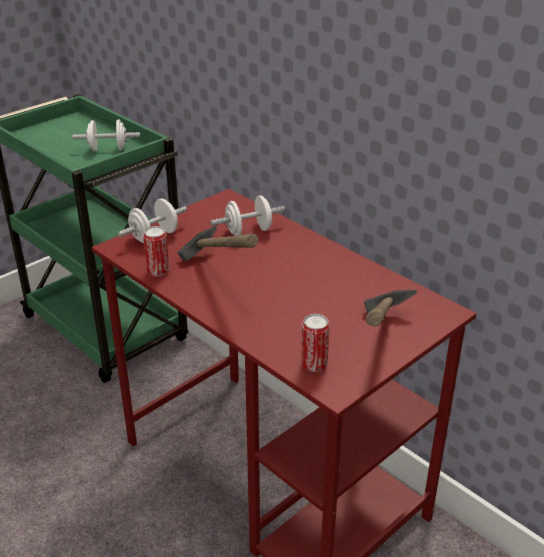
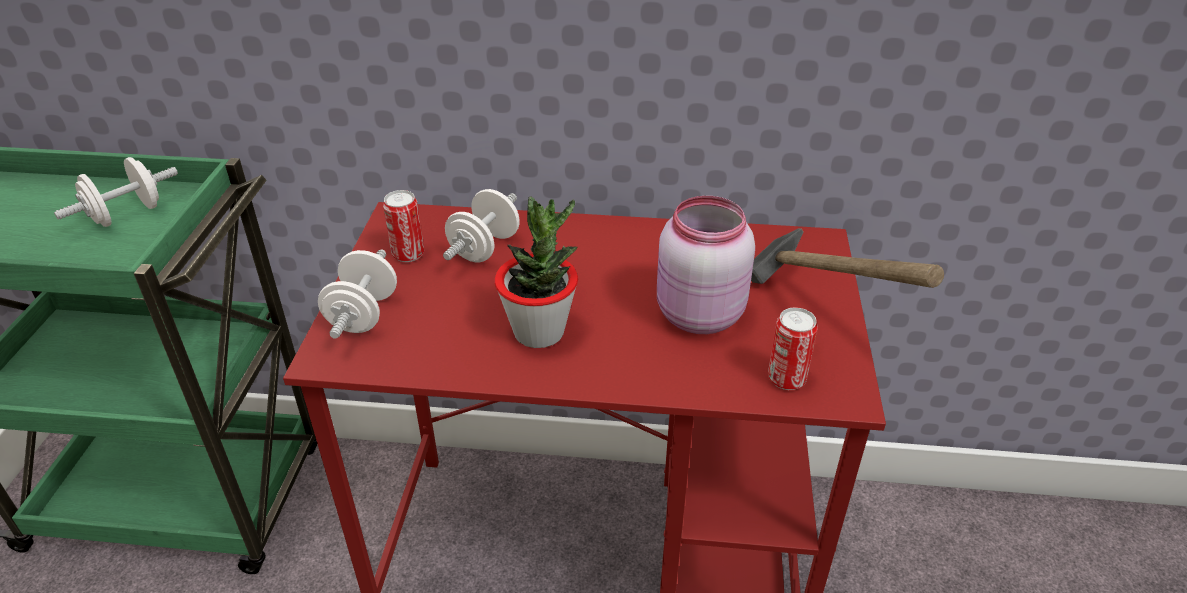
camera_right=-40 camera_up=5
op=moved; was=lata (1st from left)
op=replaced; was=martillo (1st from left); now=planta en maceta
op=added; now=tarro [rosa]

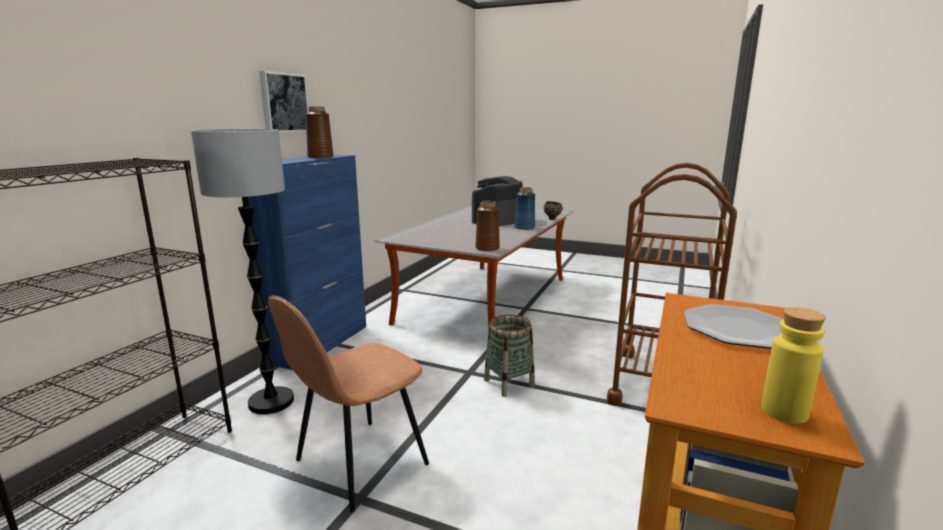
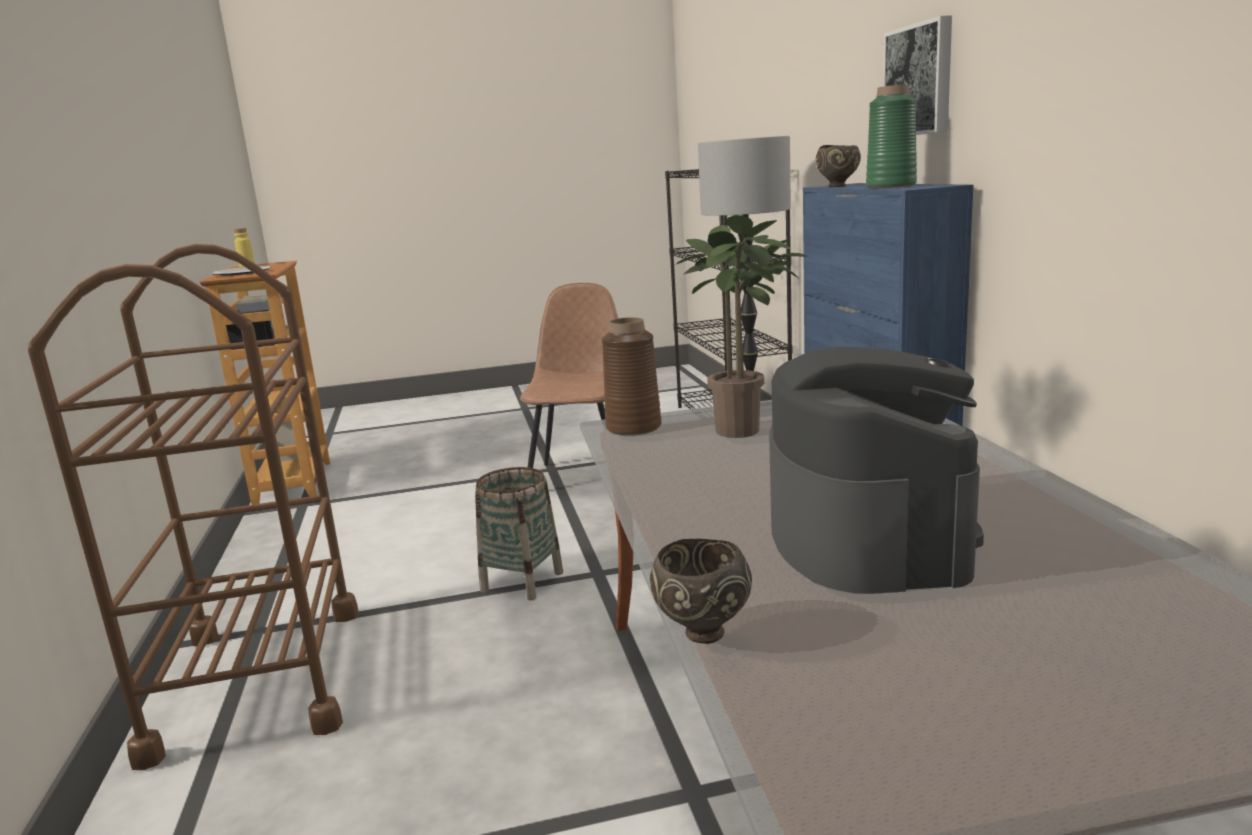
camera_right=145 camera_up=0
op=recoloured; was=florero [marrón] (1st from left); now=florero [verde]
op=removed; was=florero [azul]
op=added; now=planta en maceta
op=added; now=cuenco [marrón] (2nd from left)

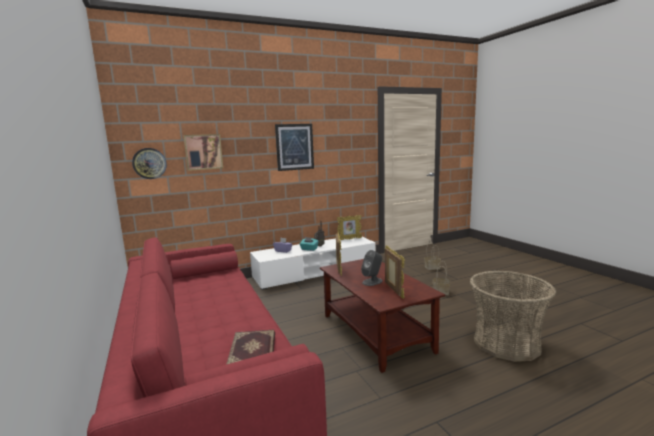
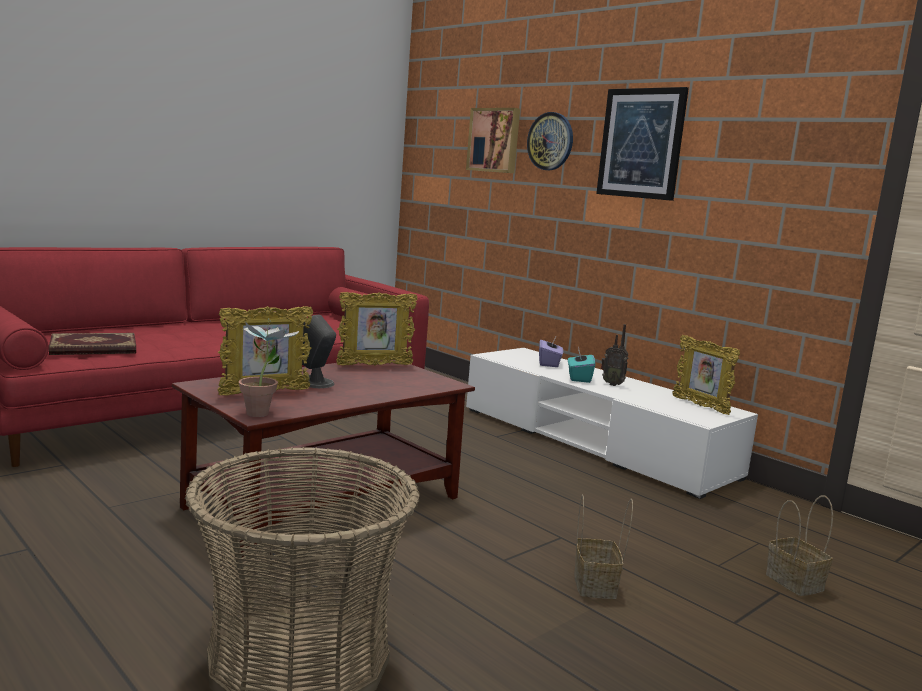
camera_right=70 camera_up=0
op=moved; was=reloj de pared
op=added; now=planta en maceta

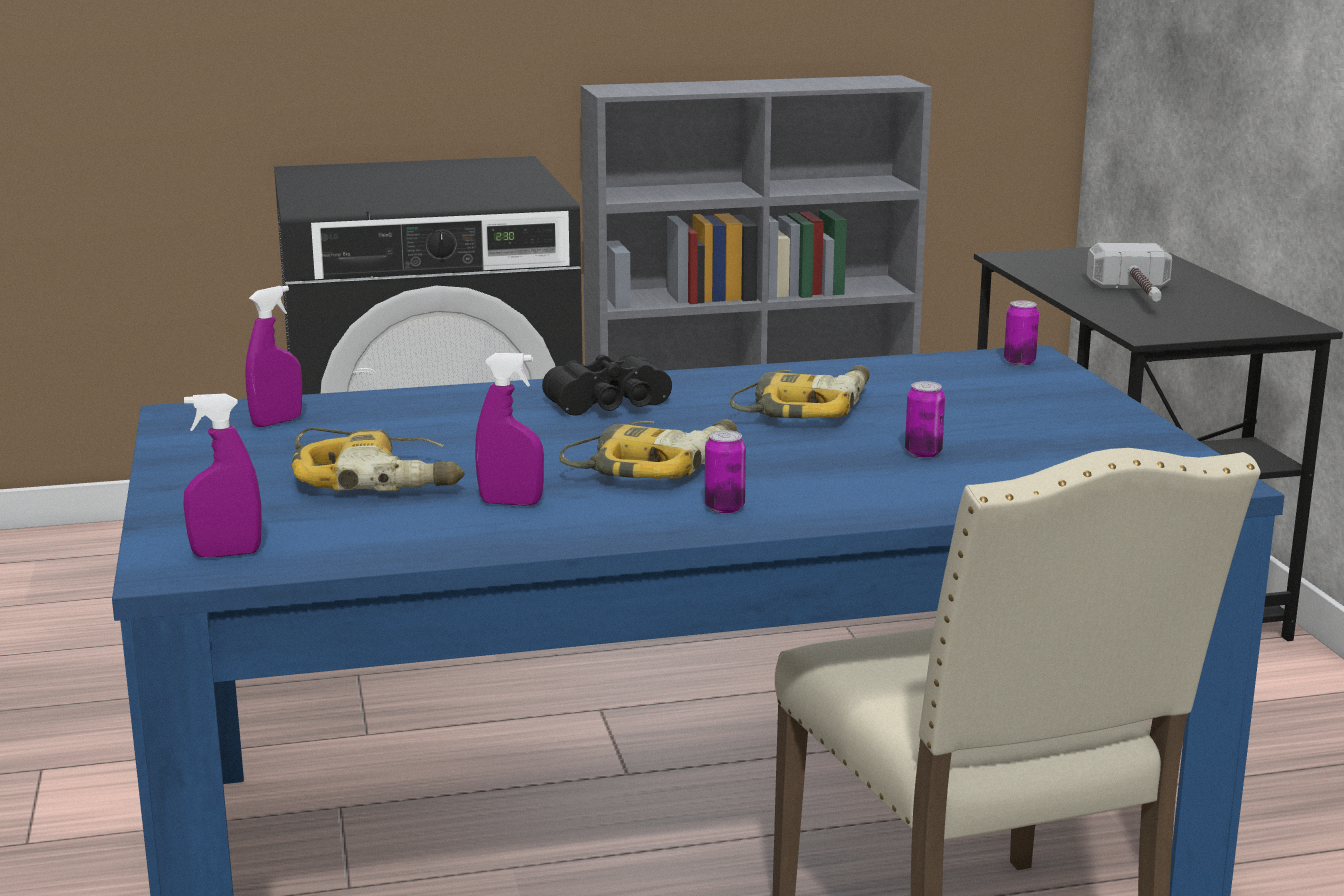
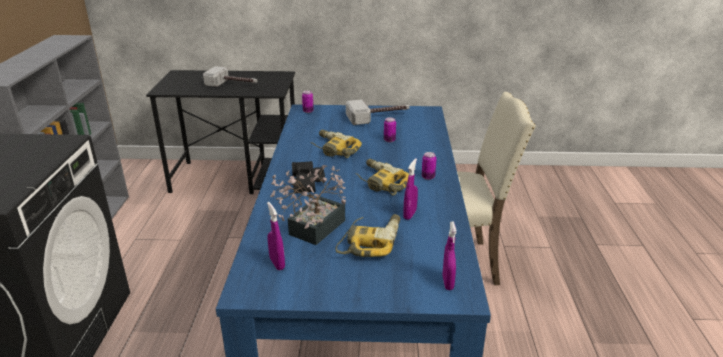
camera_right=-75 camera_up=10
op=added; now=planta en maceta
op=added; now=martillo (2nd from left)

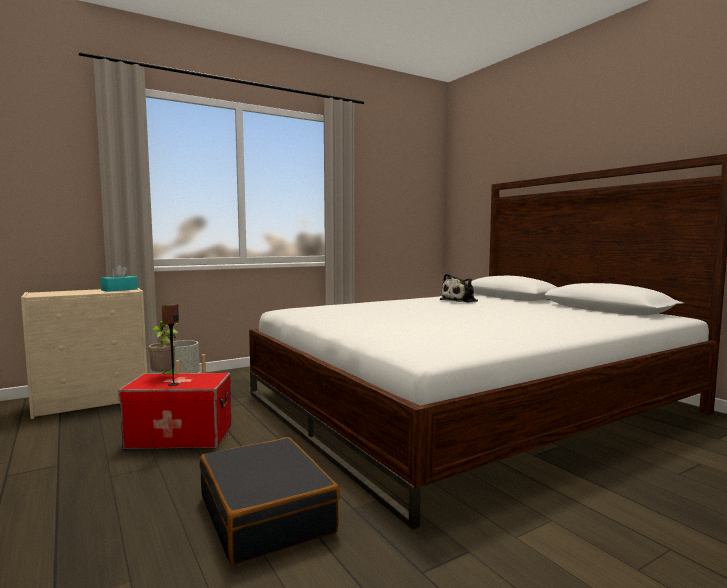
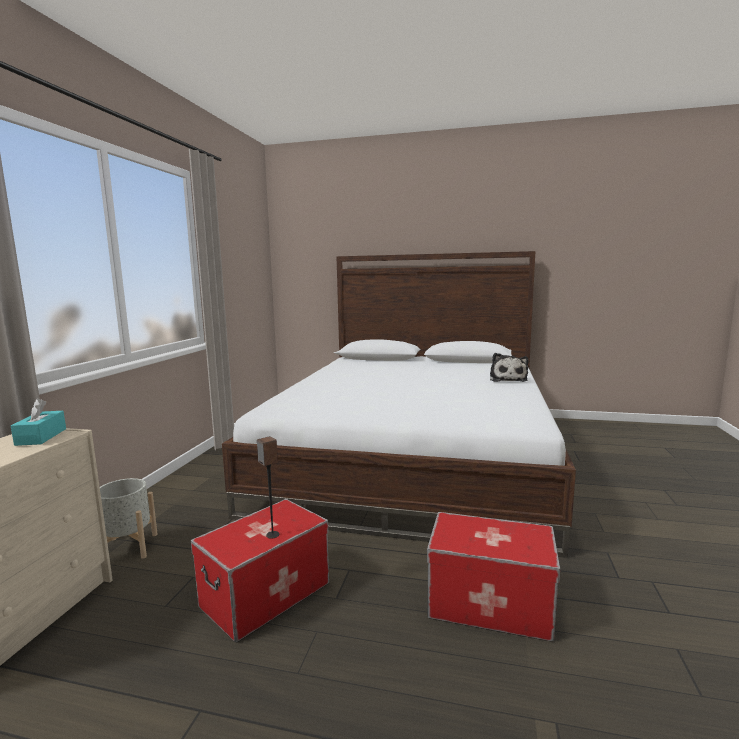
camera_right=-45 camera_up=5
op=removed; was=planta en maceta
op=replaced; was=maleta [negro]; now=caja de almacenaje (2nd from left)
op=moved; was=peluche

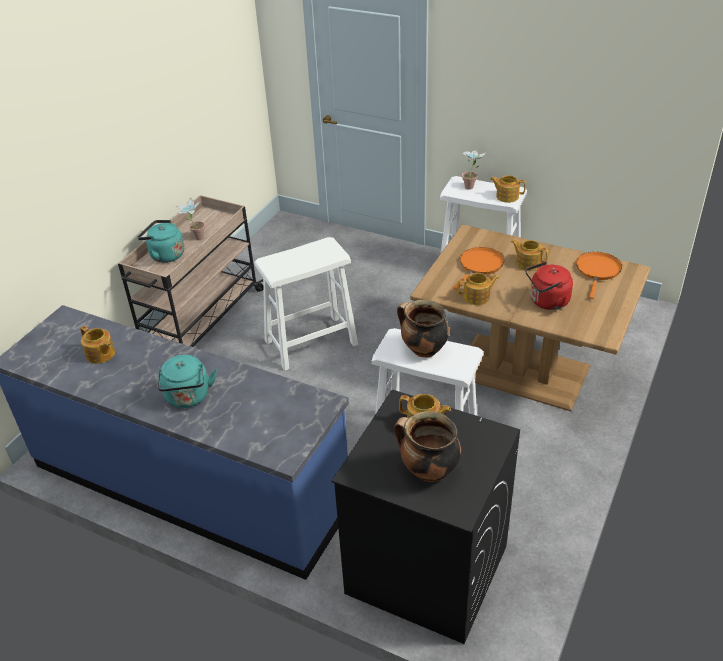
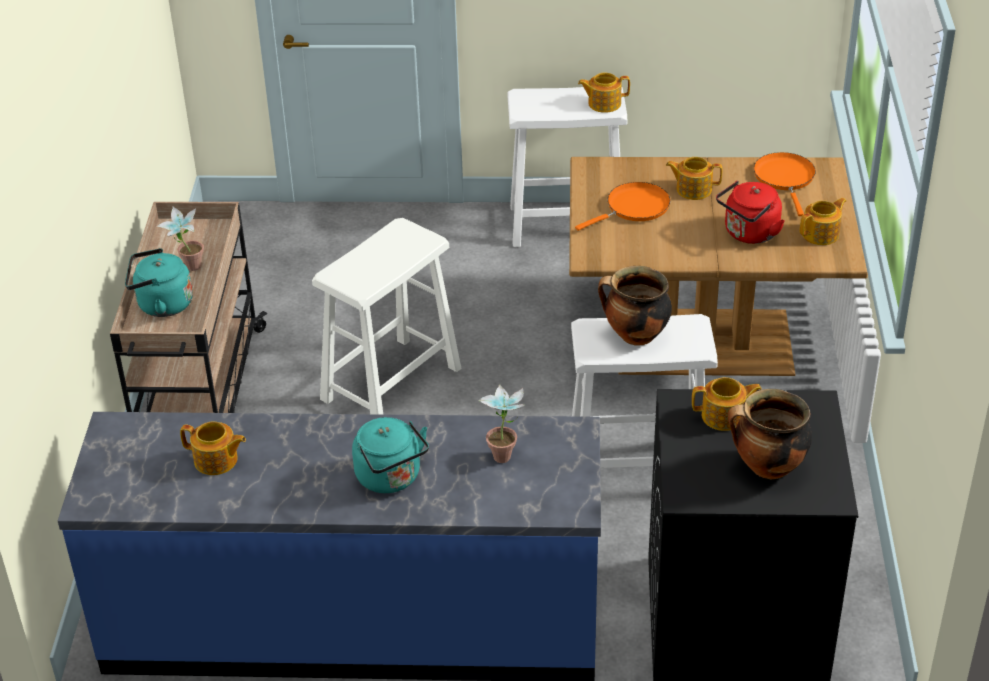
camera_right=-25 camera_up=0
op=turned; was=sartén [naranja] (1st from left); clockwise=45
op=moved; was=tetera (3rd from left in the first image); now=tetera (5th from left)
op=moved; was=planta en maceta (2nd from left)

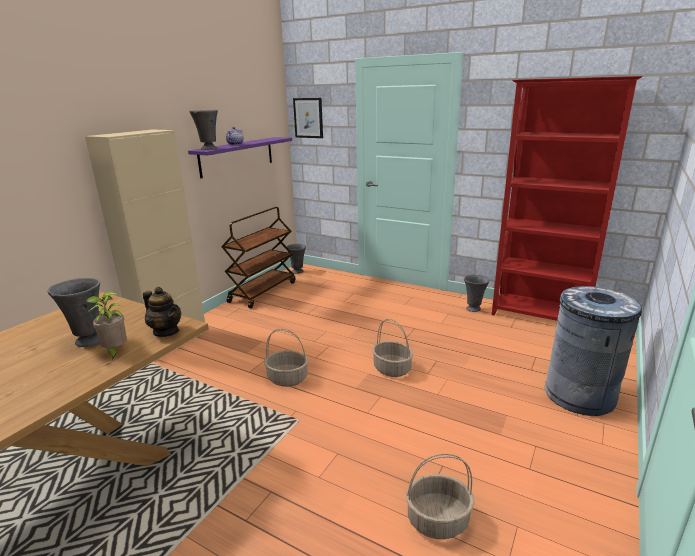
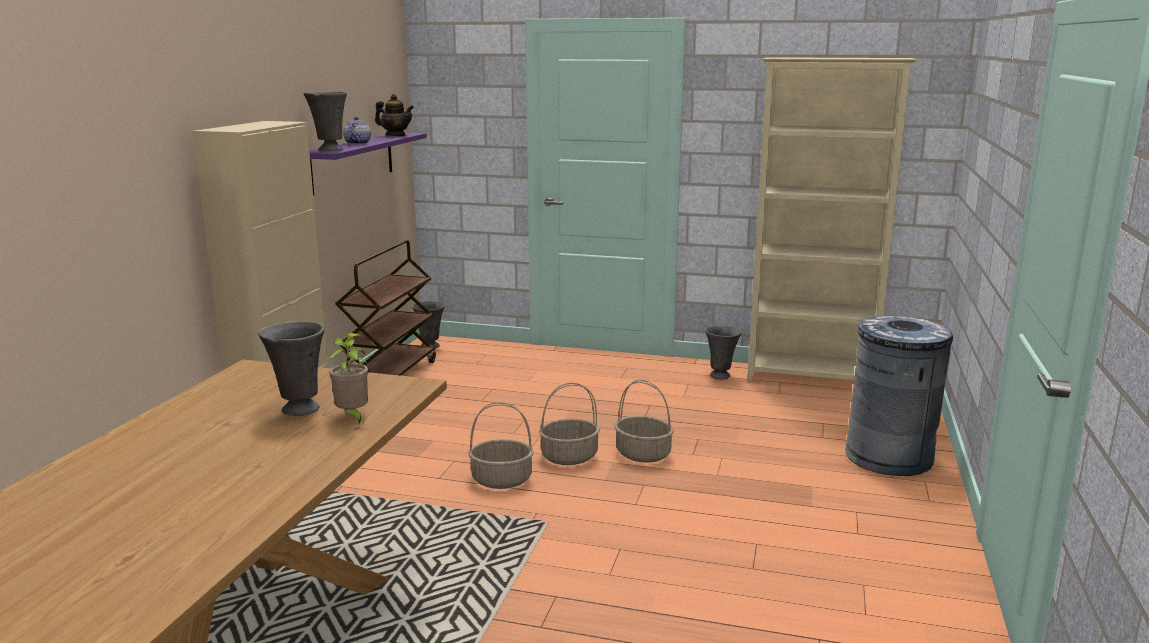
camera_right=-15 camera_up=-5
op=moved; was=tetera (1st from left in the first image); now=tetera (2nd from left)
op=removed; was=cuadro
op=moved; was=cesta (3rd from left in the first image); now=cesta (2nd from left)
op=recoloured; was=estantería [rojo]; now=estantería [beis]

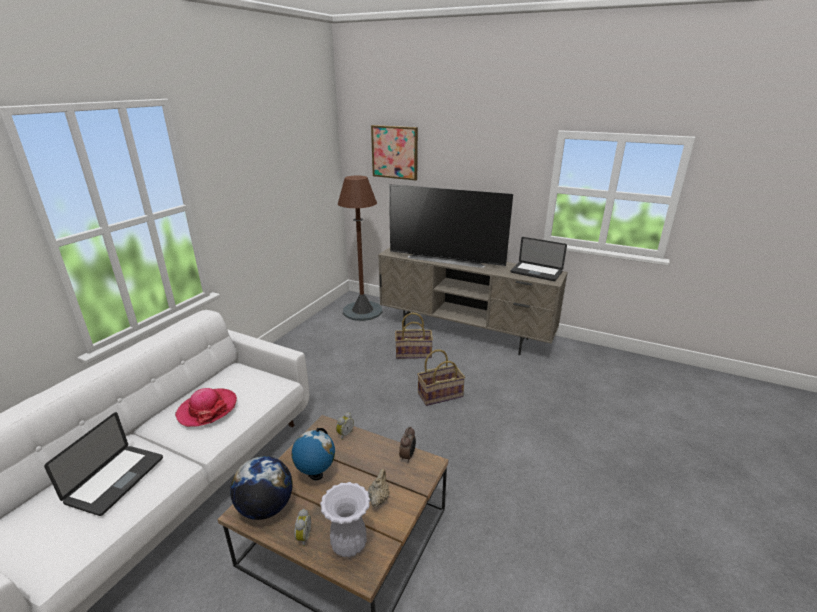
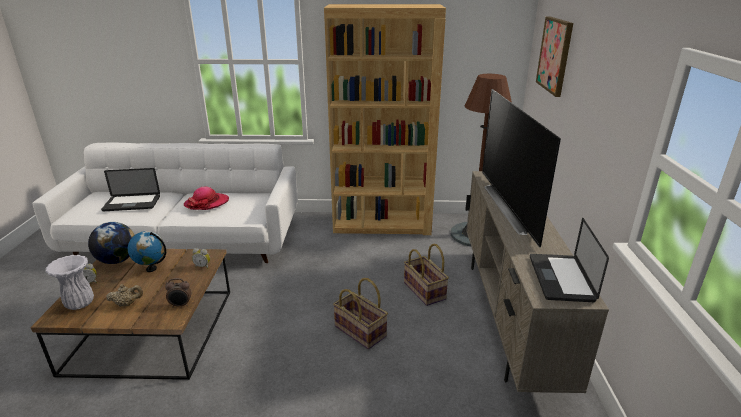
camera_right=65 camera_up=0
op=added; now=estantería [marrón]

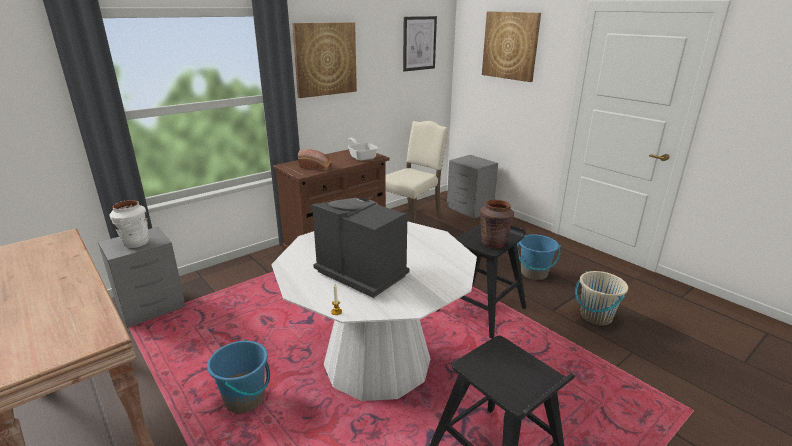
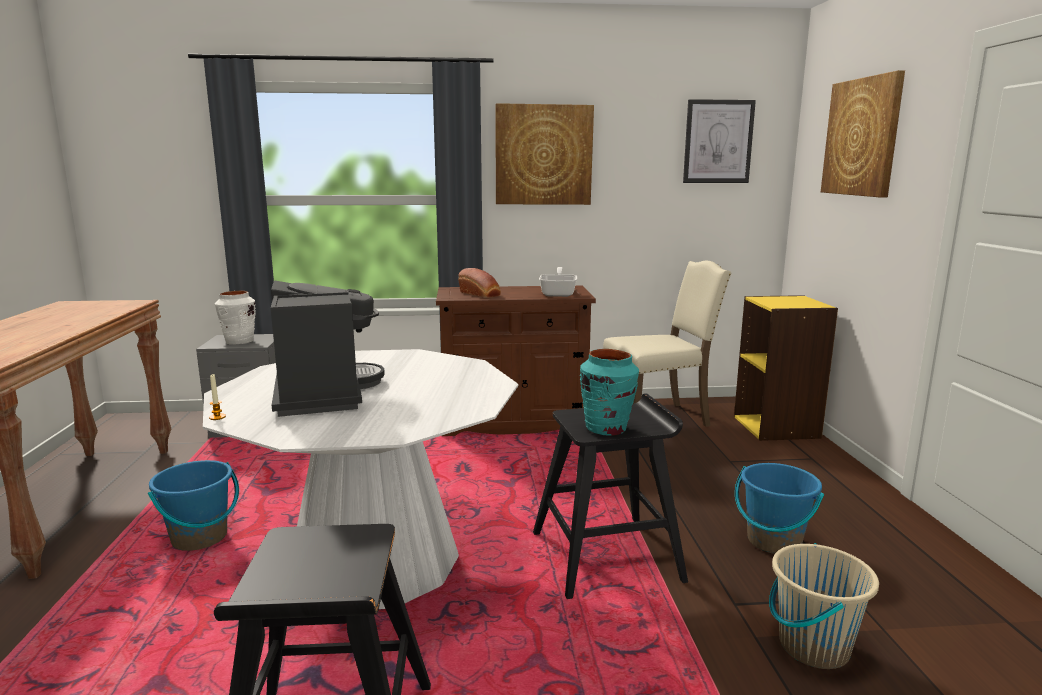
camera_right=35 camera_up=-10
op=replaced; was=mesita de noche [gris] (2nd from left); now=estantería [amarillo]
op=recoloured; was=florero [marrón]; now=florero [turquesa]

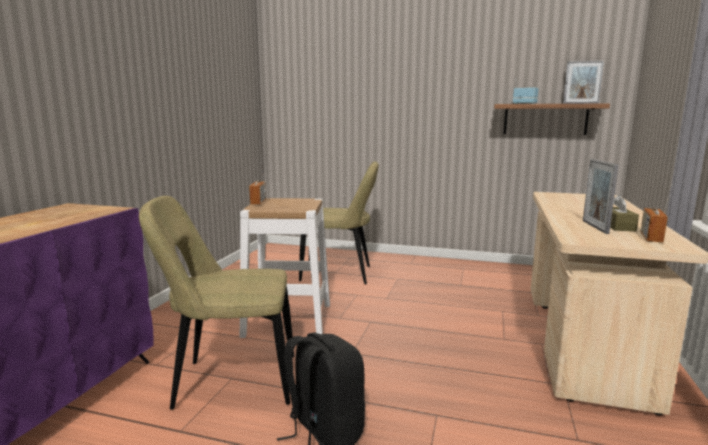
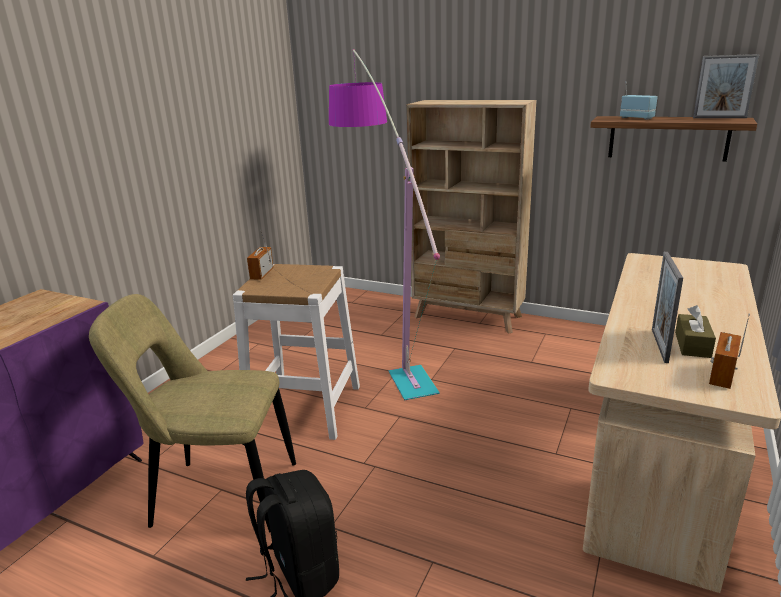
camera_right=10 camera_up=10
op=replaced; was=silla [beis] (2nd from left); now=lámpara de pie
op=added; now=estantería [beis]

